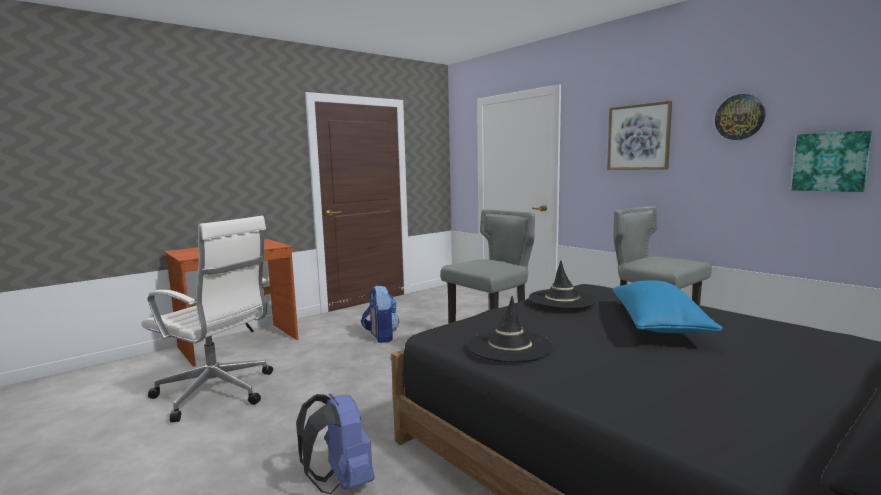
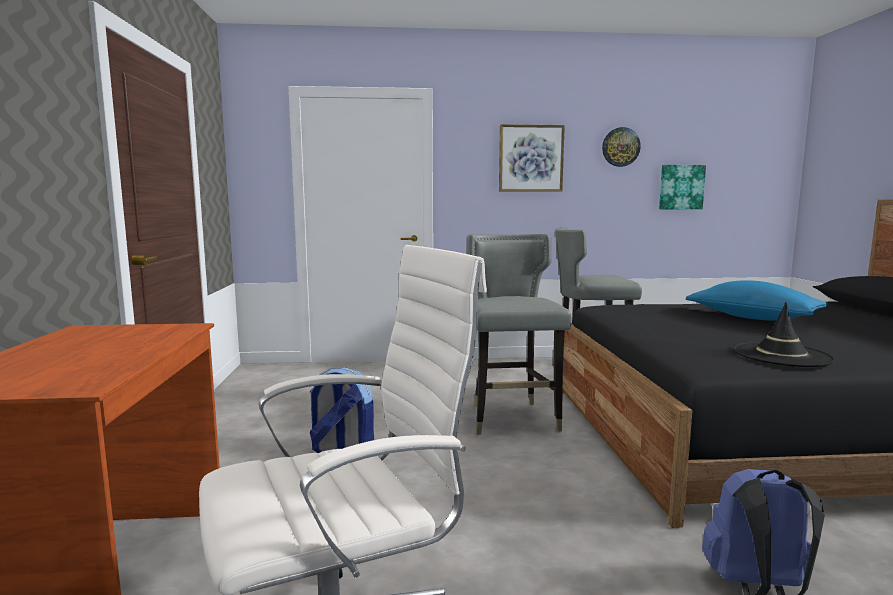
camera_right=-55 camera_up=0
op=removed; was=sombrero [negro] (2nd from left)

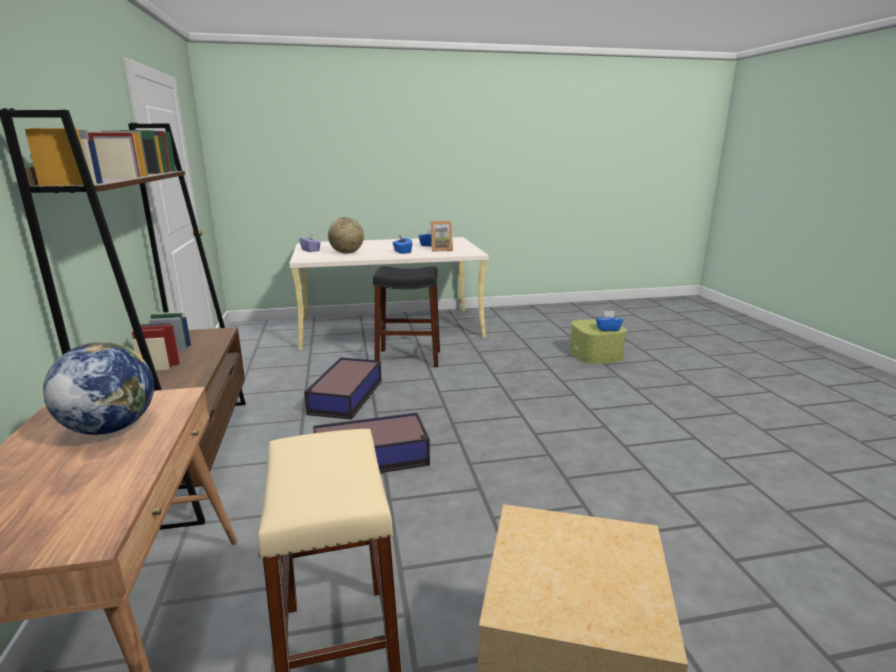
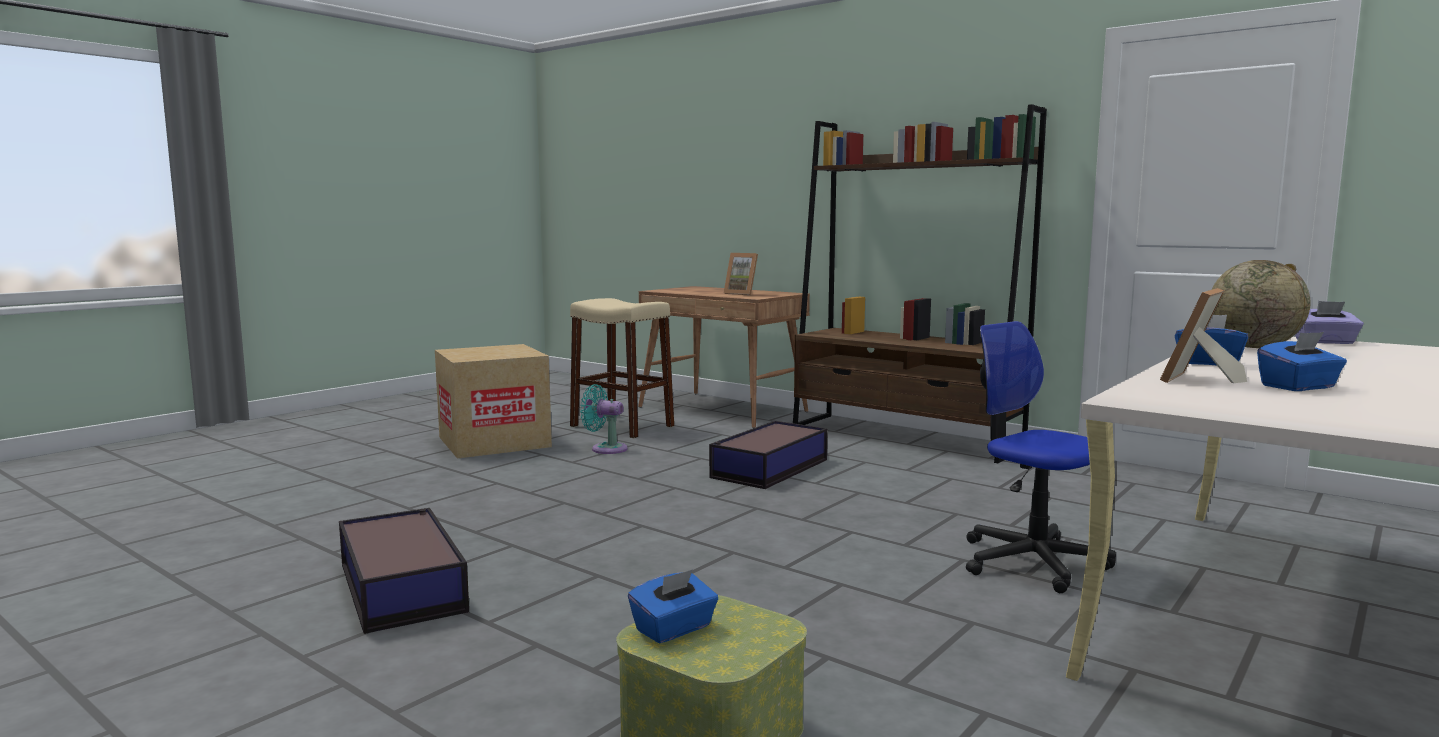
camera_right=140 camera_up=-10
op=replaced; was=globo terráqueo (1st from left); now=portarretratos (1st from left)
op=moved; was=caja de almacenaje (1st from left)
op=replaced; was=taburete [negro]; now=silla de oficina
op=added; now=ventilador [turquesa]

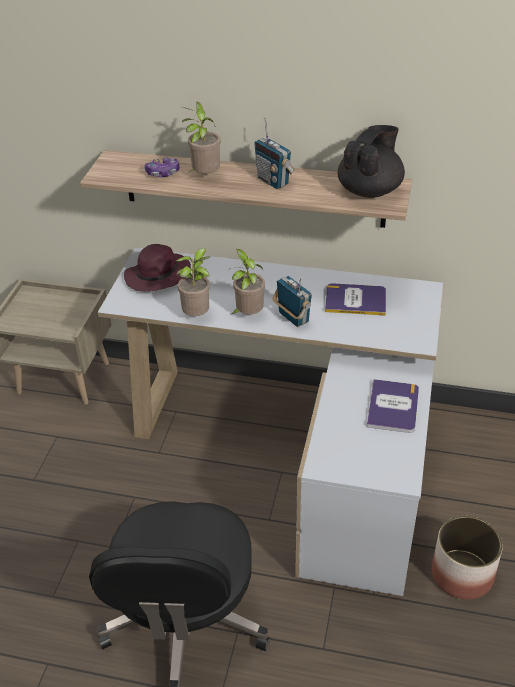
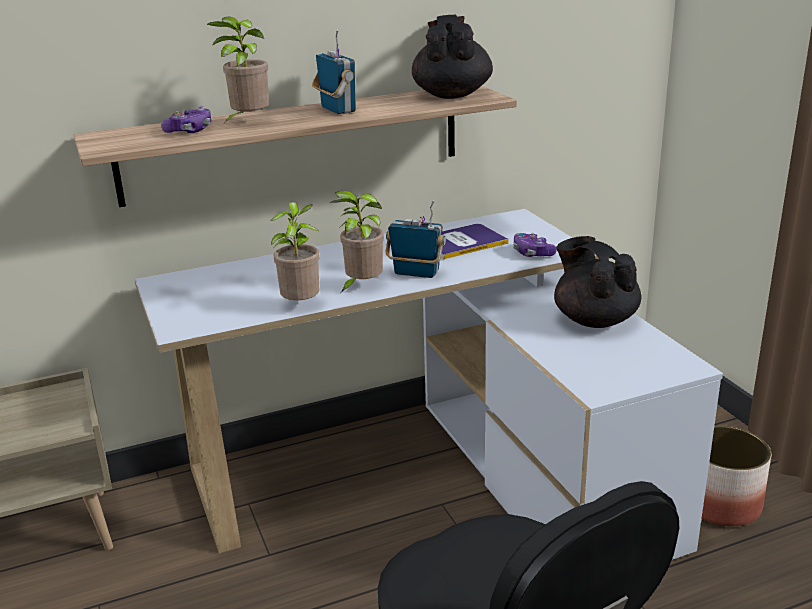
camera_right=-35 camera_up=-15
op=removed; was=sombrero [morado]
op=turned; was=radio (1st from left); clockwise=-135
op=replaced; was=libro (2nd from left); now=tetera [negro] (2nd from left)
op=added; now=mando de consola (2nd from left)

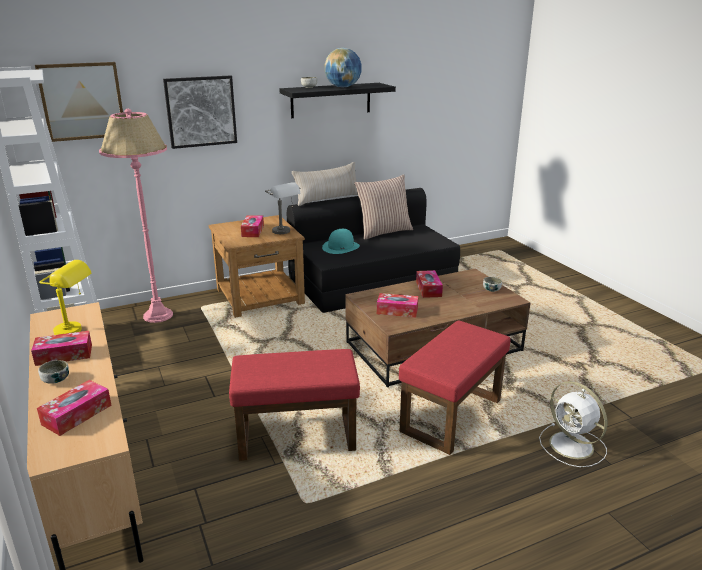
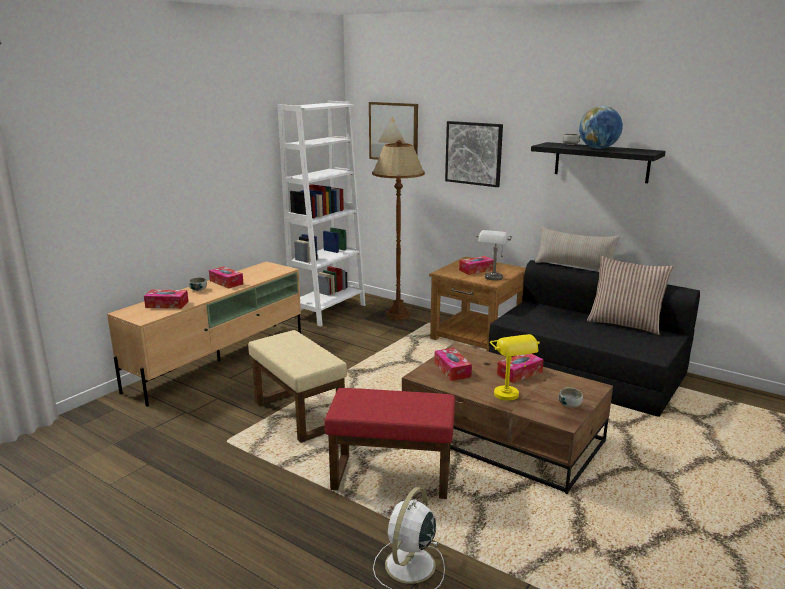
camera_right=60 camera_up=-5
op=moved; was=lámpara de mesa [amarillo]
op=recoloured; was=lámpara de pie [rosa]; now=lámpara de pie [marrón]
op=recoloured; was=puf [rojo] (1st from left); now=puf [beis]
op=removed; was=sombrero [turquesa]

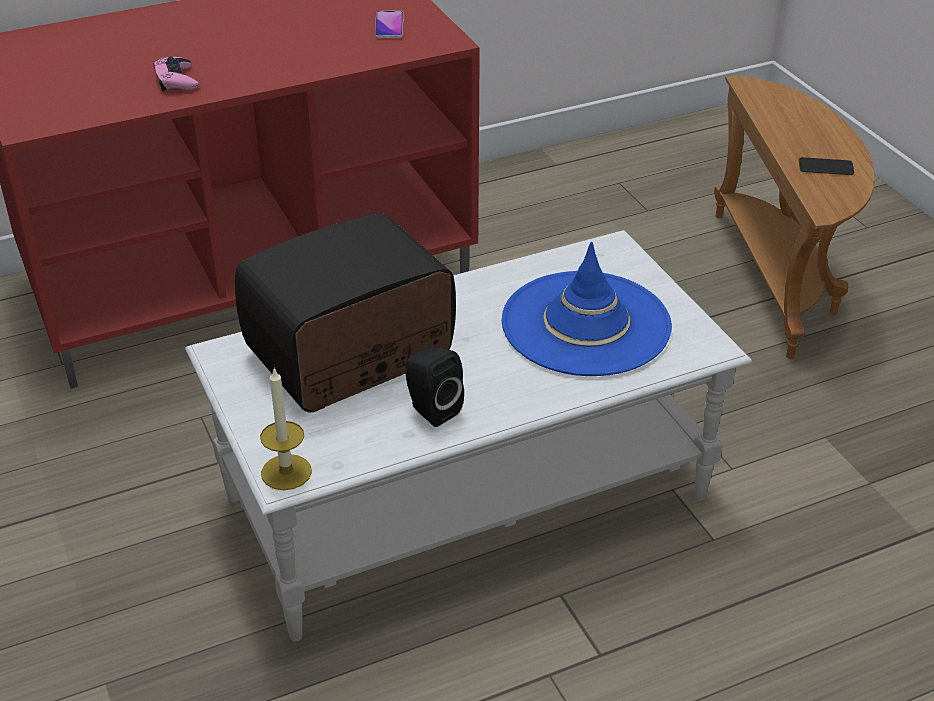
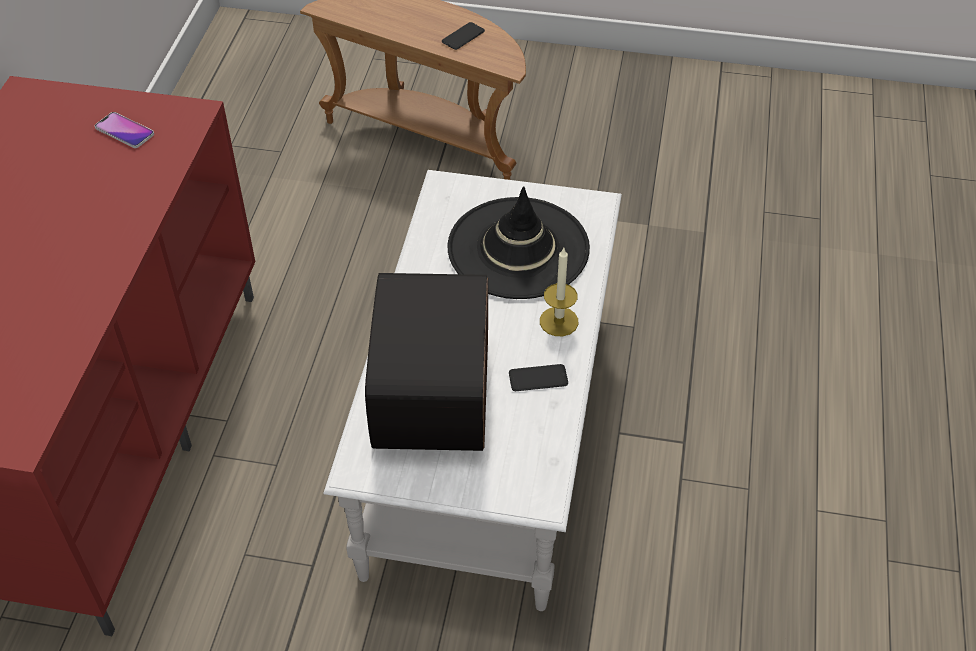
camera_right=-55 camera_up=10
op=removed; was=mando de consola [rosa]
op=moved; was=vela
op=replaced; was=altavoz [negro]; now=móvil (3rd from left)
op=recoloured; was=sombrero [azul]; now=sombrero [negro]

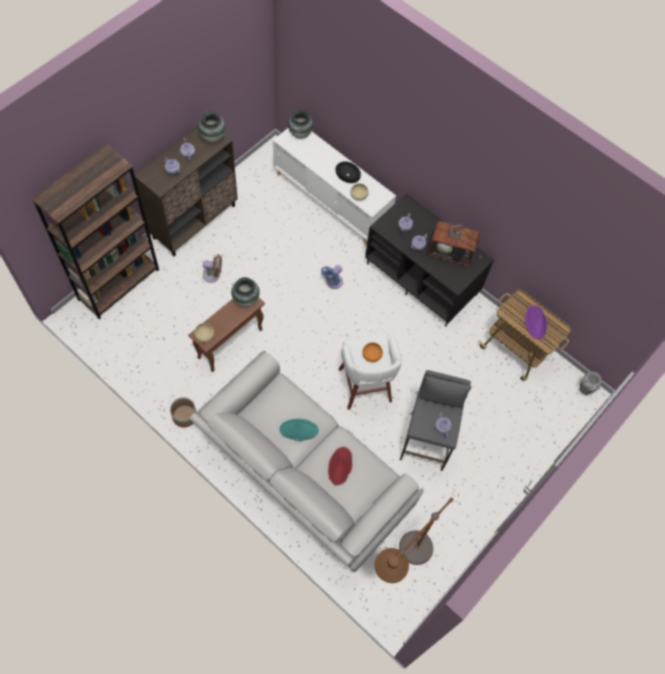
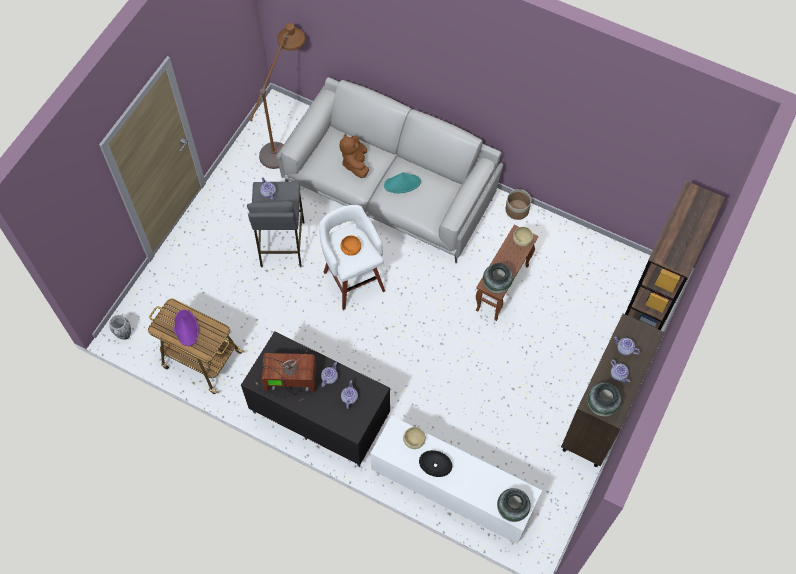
camera_right=170 camera_up=0
op=removed; was=ventilador [marrón]
op=removed; was=ventilador [azul]
op=replaced; was=sombrero [rojo]; now=peluche [marrón]

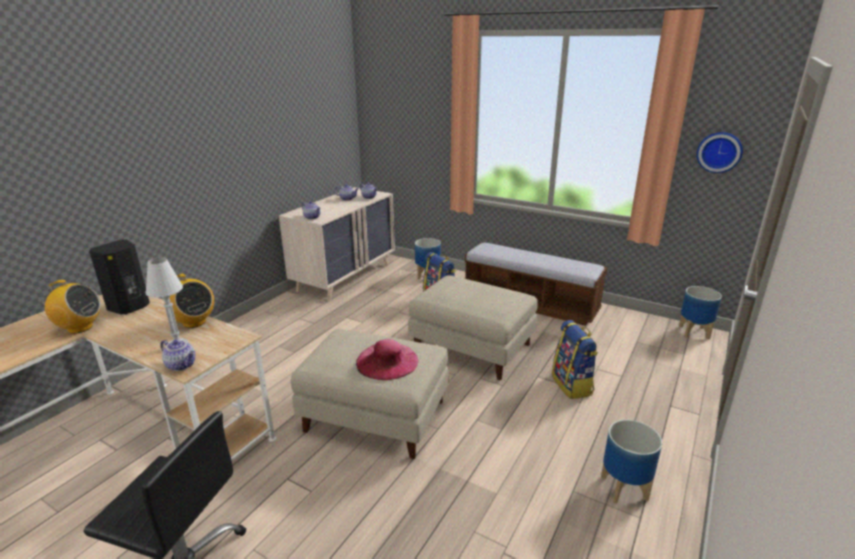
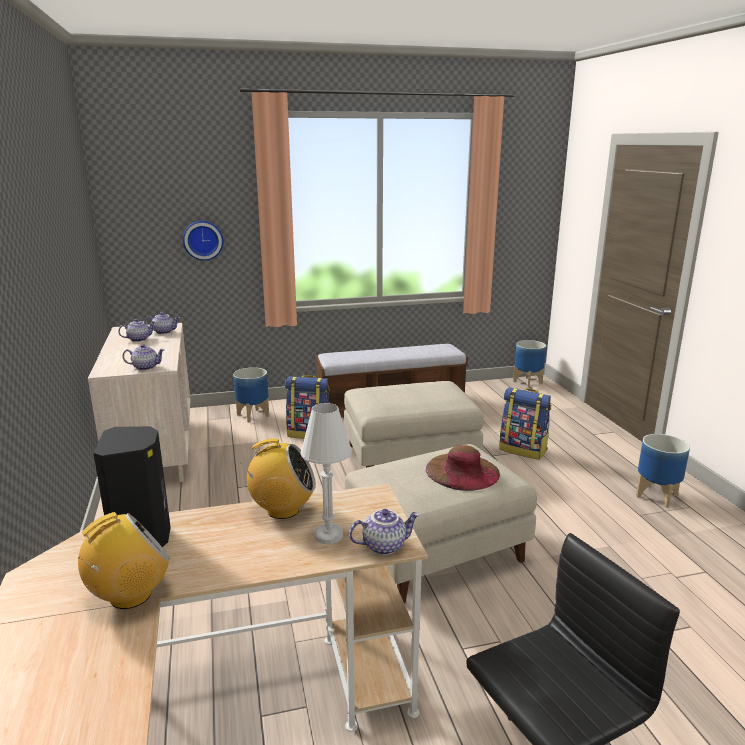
camera_right=-45 camera_up=-5
op=recoloured; was=sombrero [rosa]; now=sombrero [marrón]
op=moved; was=reloj de pared

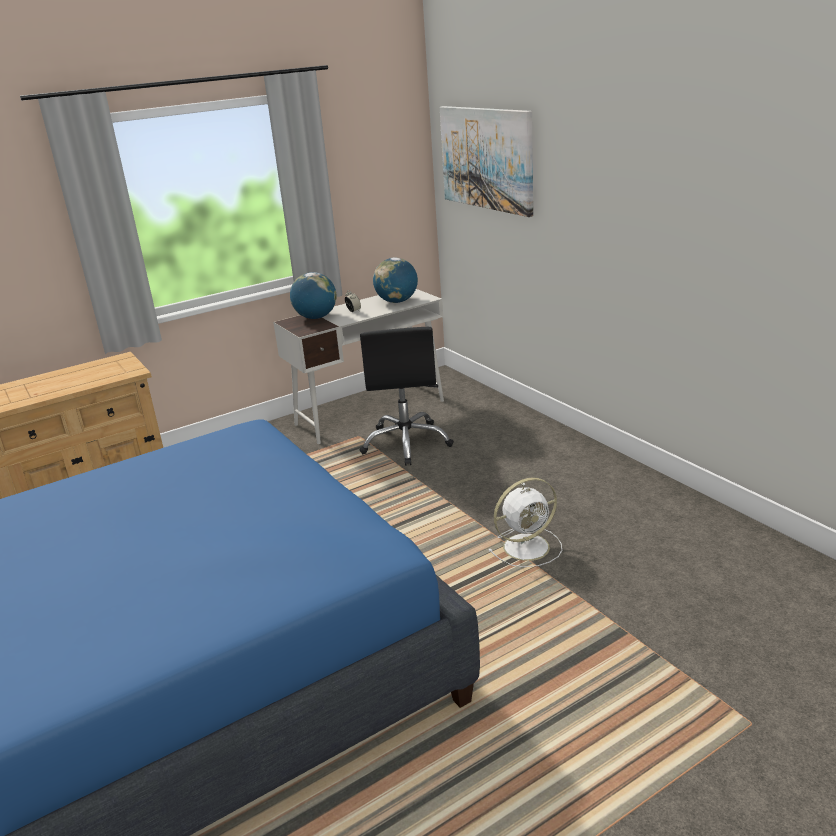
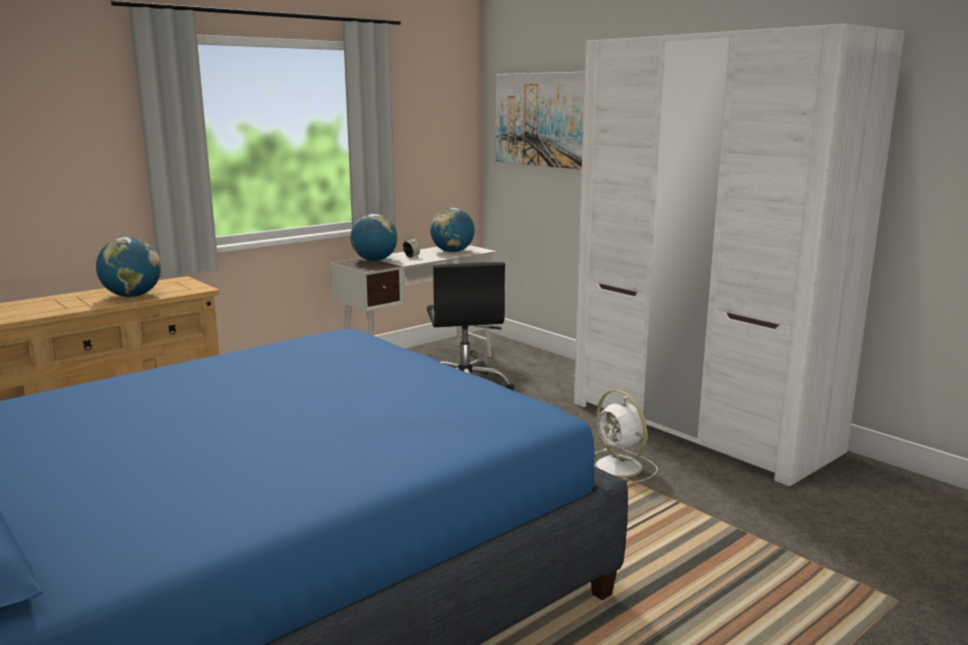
camera_right=-10 camera_up=-10
op=turned; was=ventilador [blanco]; clockwise=90
op=added; now=globo terráqueo (1st from left)
op=added; now=armario ropero [blanco]

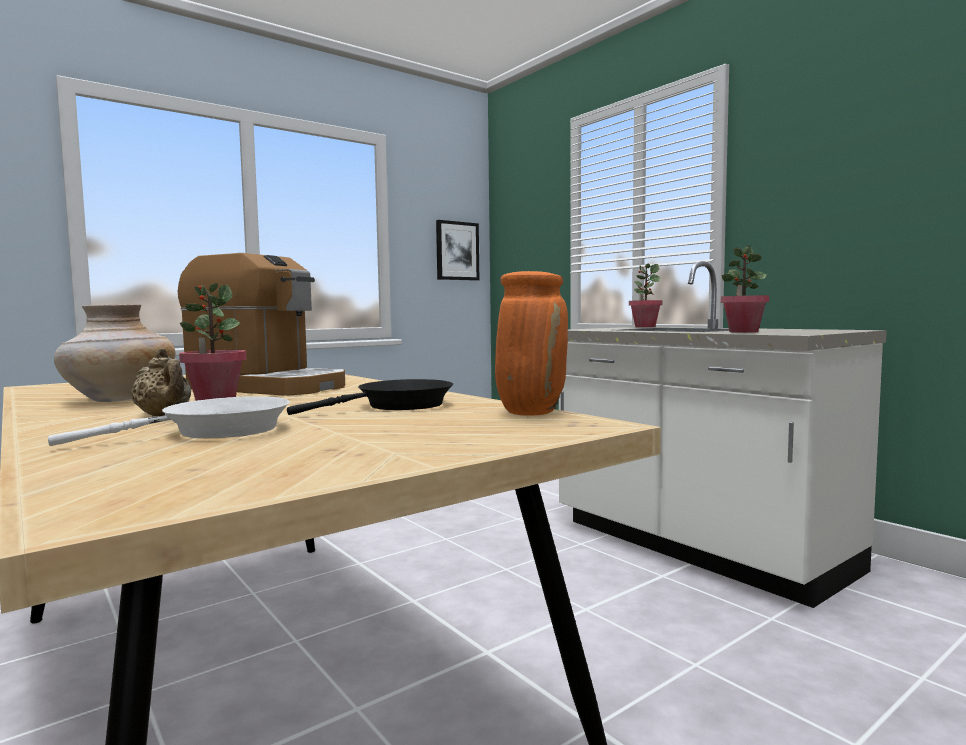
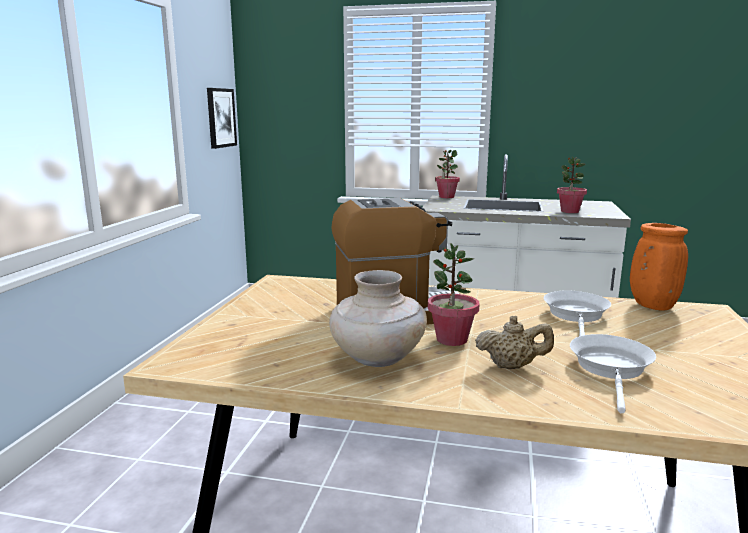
camera_right=-40 camera_up=10
op=recoloured; was=sartén [negro]; now=sartén [blanco] (1st from left)

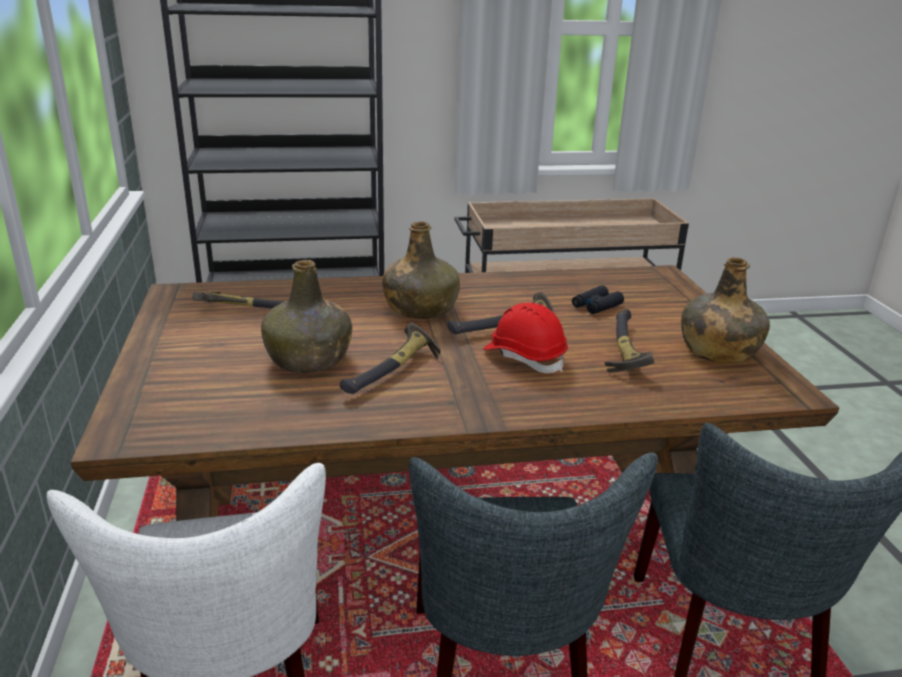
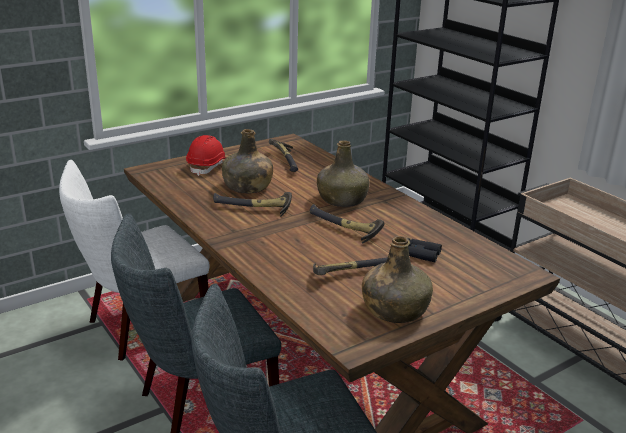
camera_right=65 camera_up=0
op=moved; was=casco [rojo]

